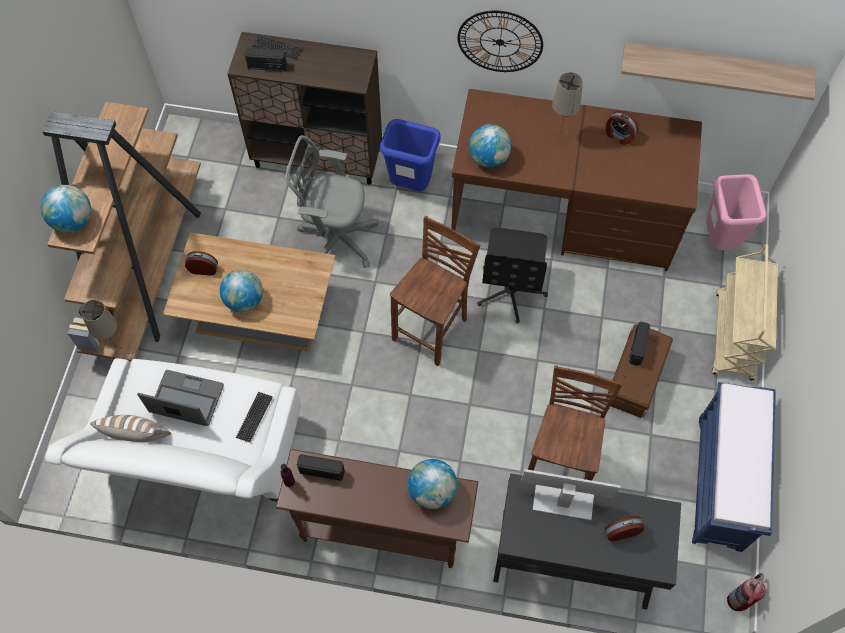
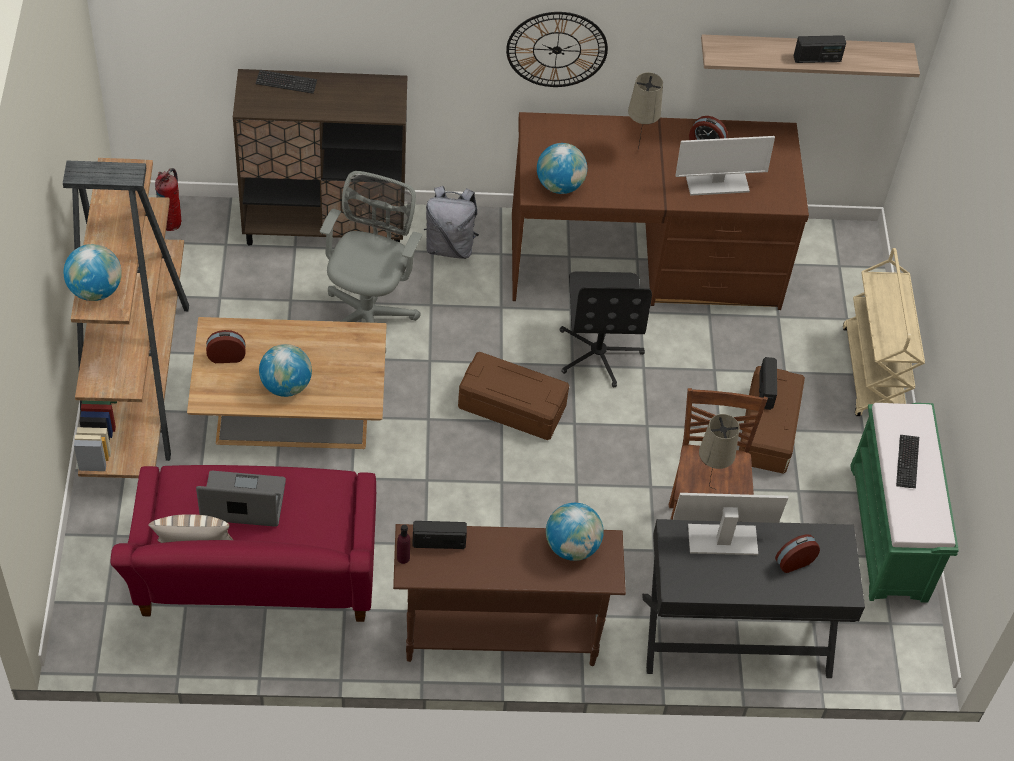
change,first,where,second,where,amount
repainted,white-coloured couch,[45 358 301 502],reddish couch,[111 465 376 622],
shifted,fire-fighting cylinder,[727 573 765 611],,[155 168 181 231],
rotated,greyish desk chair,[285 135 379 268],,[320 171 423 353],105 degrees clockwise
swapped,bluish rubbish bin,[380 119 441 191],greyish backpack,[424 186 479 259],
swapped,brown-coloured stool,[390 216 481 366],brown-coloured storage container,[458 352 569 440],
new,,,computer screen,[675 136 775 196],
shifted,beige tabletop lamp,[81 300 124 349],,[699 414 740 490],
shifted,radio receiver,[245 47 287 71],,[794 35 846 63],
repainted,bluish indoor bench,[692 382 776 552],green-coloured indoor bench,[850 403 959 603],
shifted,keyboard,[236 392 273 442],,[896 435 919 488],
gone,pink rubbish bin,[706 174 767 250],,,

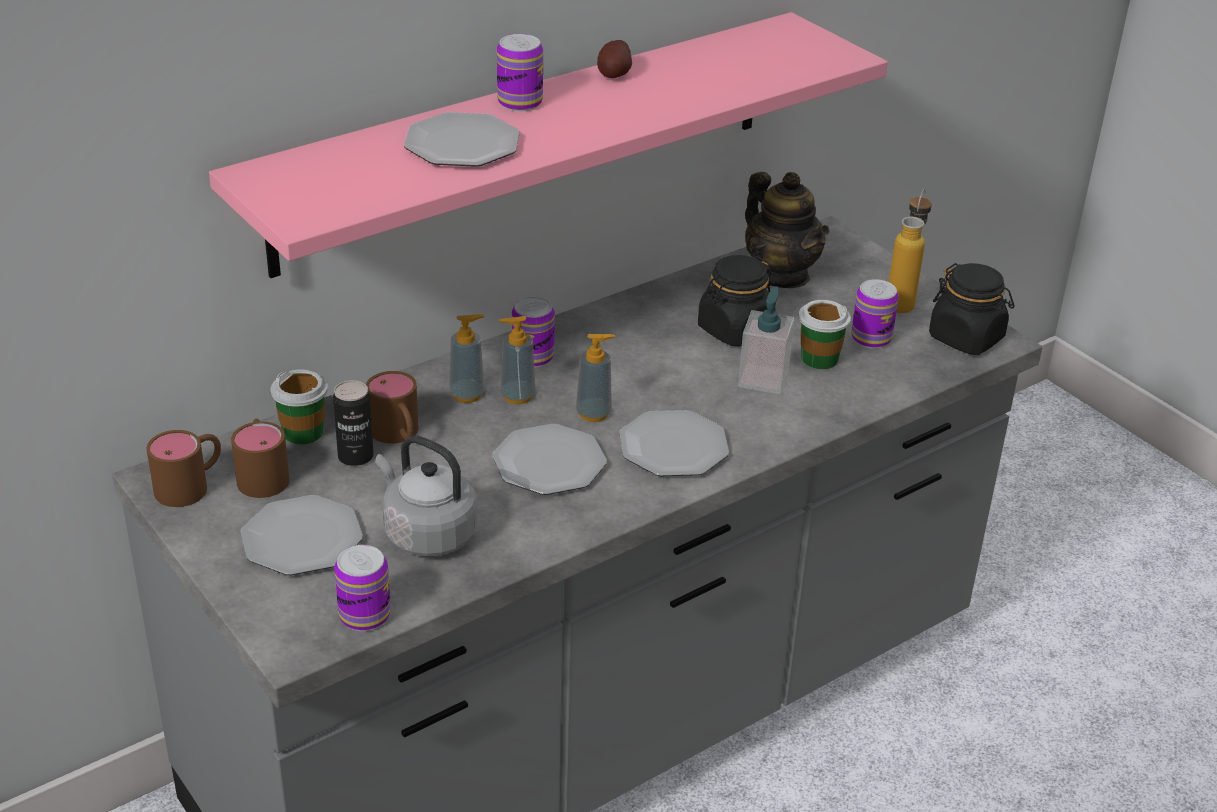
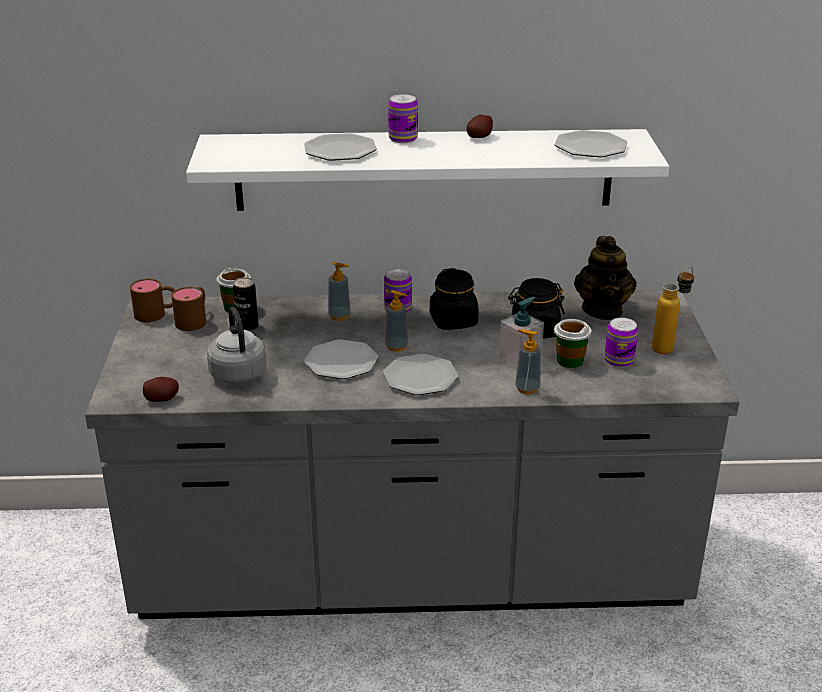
change,first,where,second,where,amount
swapped,can,[334 545 391 631],spud,[143 377 179 402],
repainted,pink shelf,[209 12 888 278],white-coloured shelf,[186 129 669 211],
shifted,black-coloured storage jar,[929 263 1014 355],,[430 268 479 330],
shifted,soap dispenser,[499 316 536 404],,[515 329 541 394],
shifted,flat dish,[240 495 363 575],,[555 130 628 158],
gone,brown-coloured mug,[366 371 419 444],,,

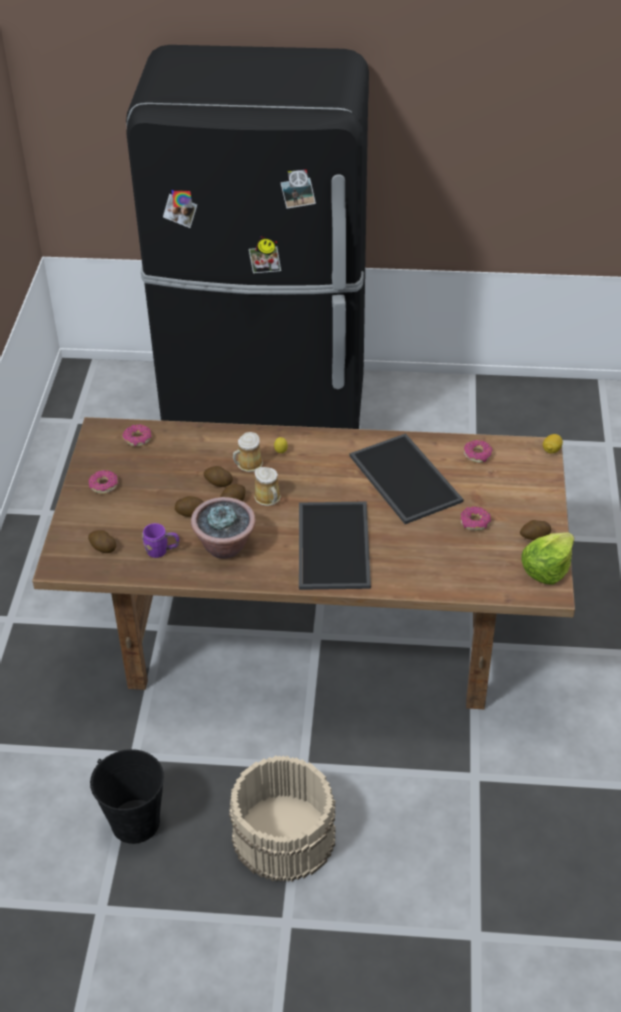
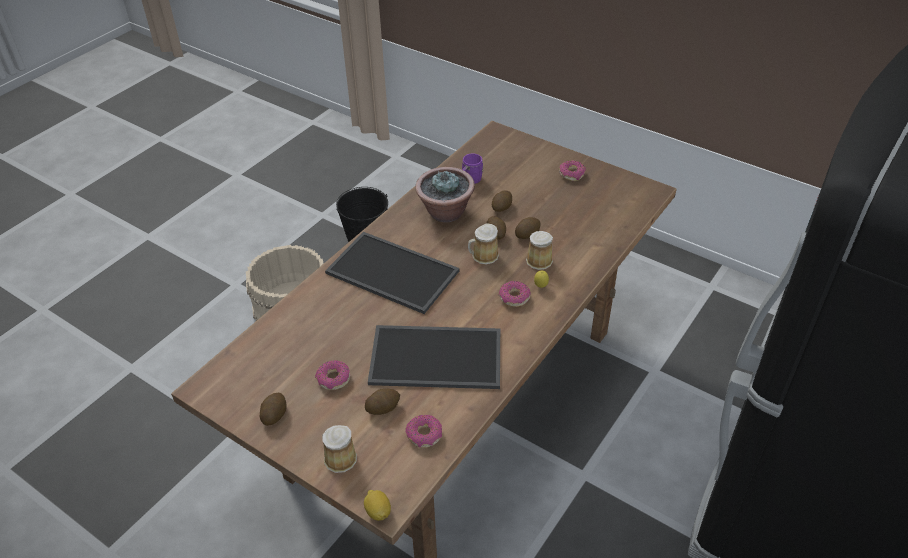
change,first,where,second,where,amount
new,,,mug,[322 425 357 473],
shifted,spud,[88 530 116 553],,[365 389 400 415],
shifted,ring doughnut,[123 424 152 446],,[499 281 531 307],
gone,lettuce,[521 532 574 585],,,

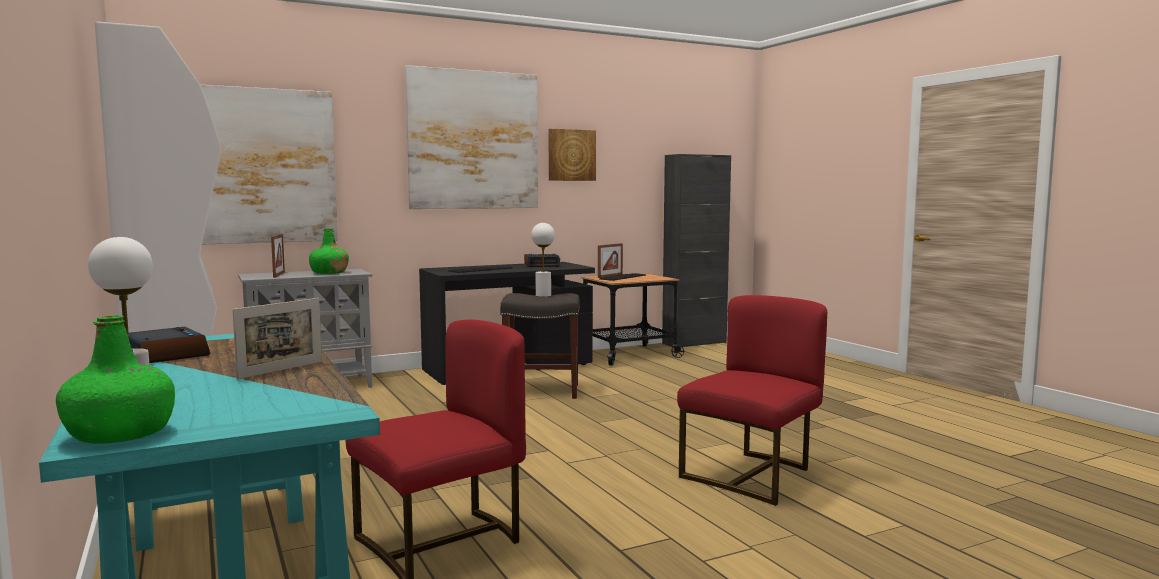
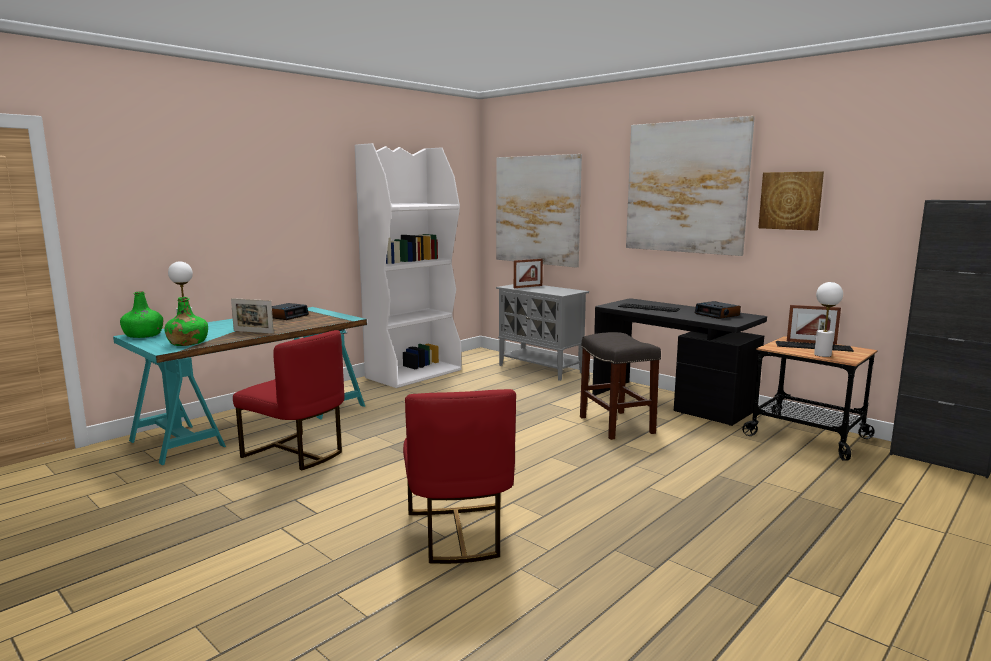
change,first,where,second,where,amount
shifted,green-coloured drink bottle,[309 228 349 274],,[164 297 208 346],
rotated,reddish chair,[677 295 827 506],,[403 389 516 564],60 degrees clockwise
shifted,white-coloured tabletop lamp,[531 223 555 297],,[814 282 843 357],

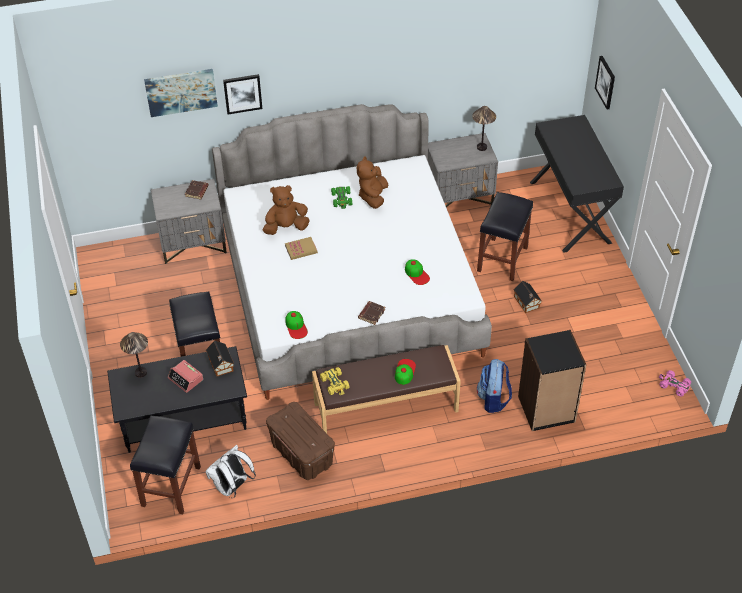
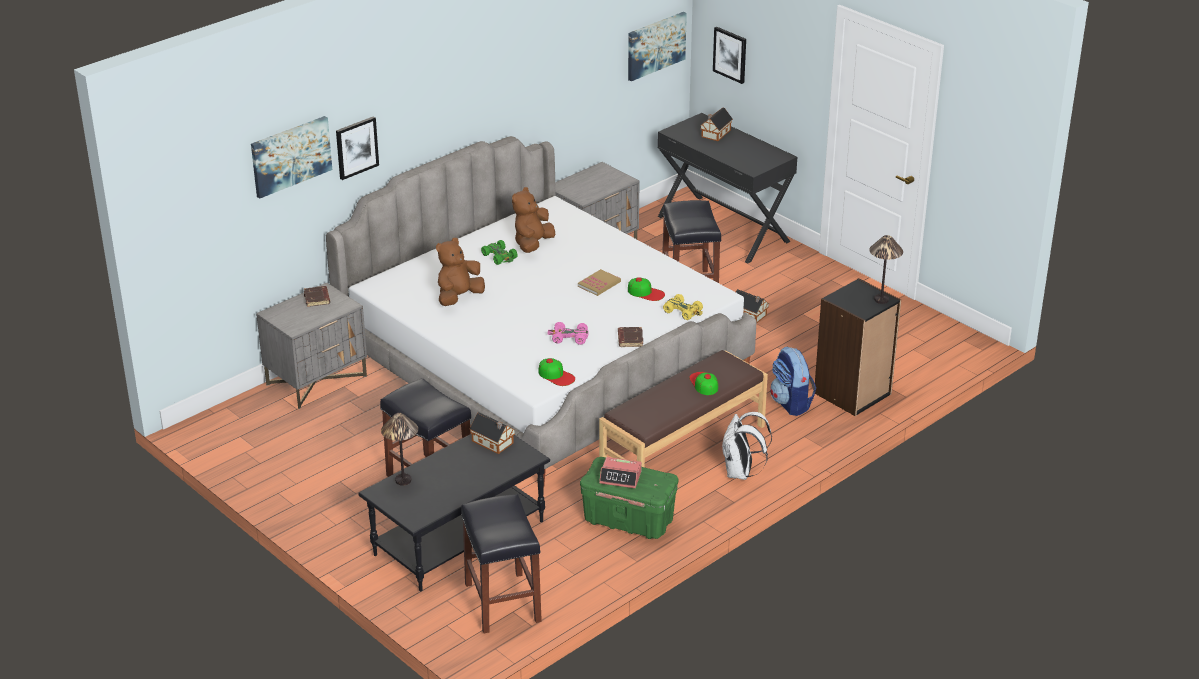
change,first,where,second,where,amount
rotated,brown-coloured cuddly toy,[357 156 388 209],,[512 187 555 253],45 degrees clockwise
shifted,pink toy car,[659 370 691 397],,[548 322 589 345],
shifted,bound book,[285 237 318 260],,[578 269 621 296],
repainted,brown-coloured storage container,[266 402 335 480],green-coloured storage container,[580 457 678 539],
shifted,alarm clock,[168 360 203 393],,[599 457 642 488],
new,,,wall art,[628 12 687 81],
shifted,yellow-coloured toy car,[320 367 349 395],,[663 294 703 320],
new,,,model house,[700 108 733 141],
shifted,white-coloured backpack,[206 445 256 498],,[721 412 772 480],
shifted,tabletop lamp,[472 106 496 151],,[869 235 903 304],

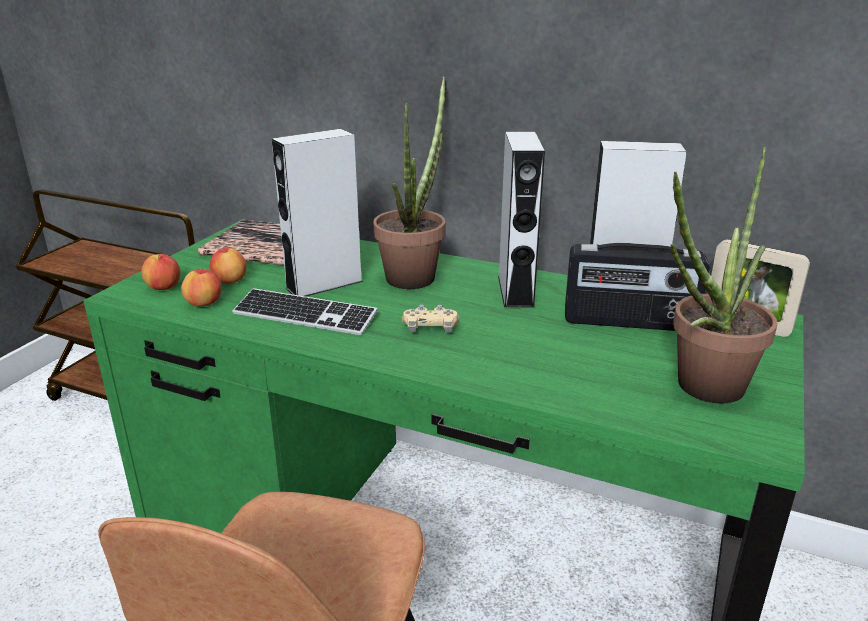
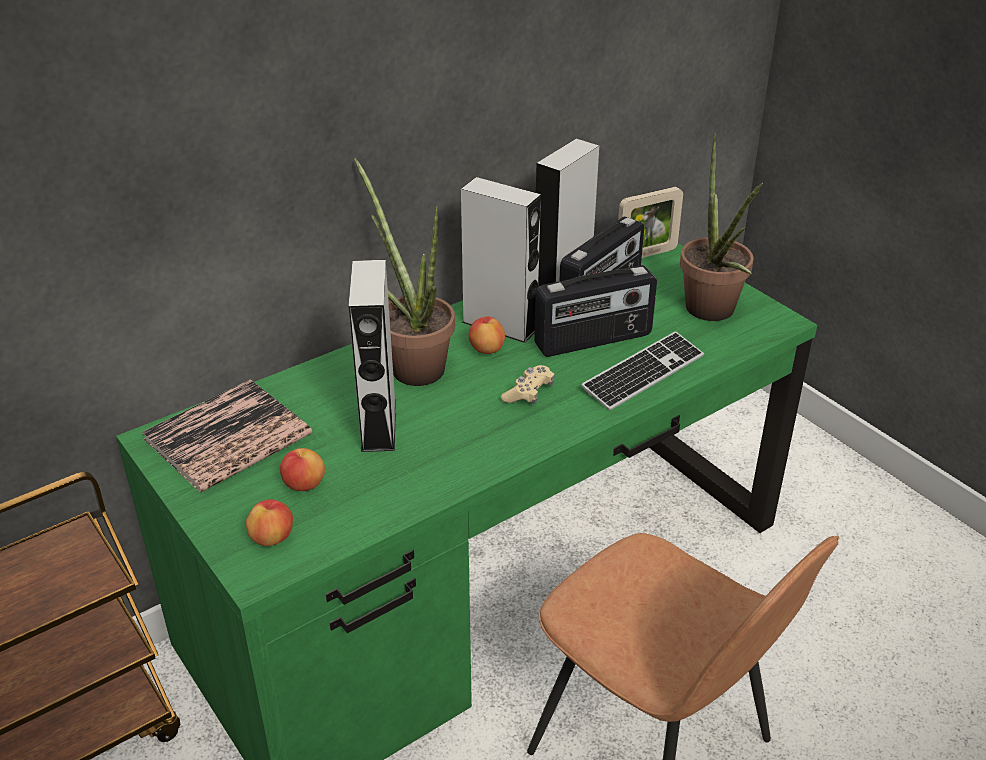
change,first,where,second,where,amount
shifted,whole apple,[181 268 221 307],,[469 317 505 354],
new,,,radio receiver,[534 265 657 357],
shifted,keyboard,[232 288 378 335],,[581 331 704 411],

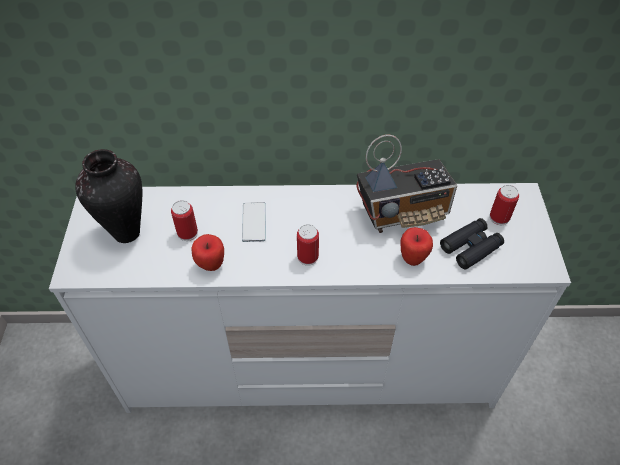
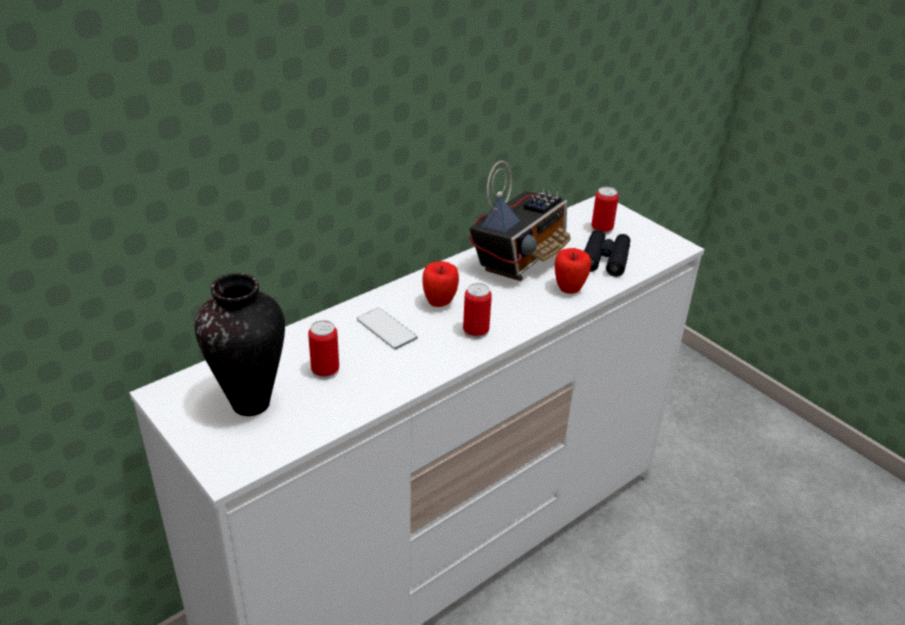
change,first,where,second,where,amount
shifted,whole apple,[191 234 224 271],,[422 261 459 307],

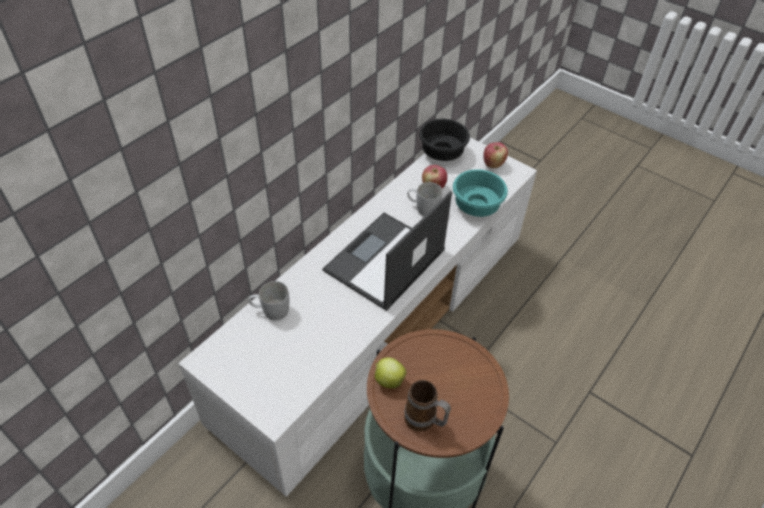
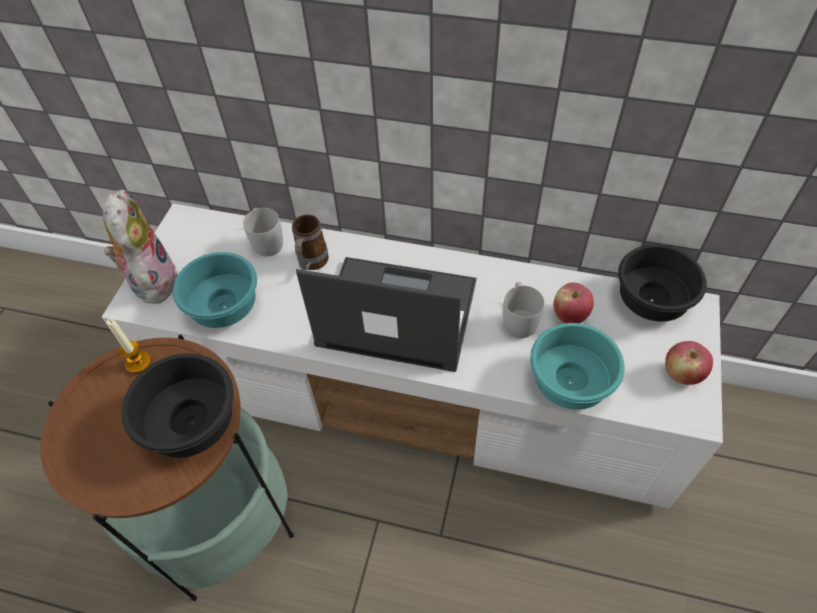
change,first,where,second,where,amount
new,,,cuddly toy,[103 190 178 304],
swapped,whole apple,[375 357 406 388],wax light,[106 319 151 373],
new,,,black-coloured bowl,[122 353 234 458],
new,,,turquoise-coloured bowl,[173 252 257 328],
shifted,mug,[404 380 451 431],,[292 215 329 270],

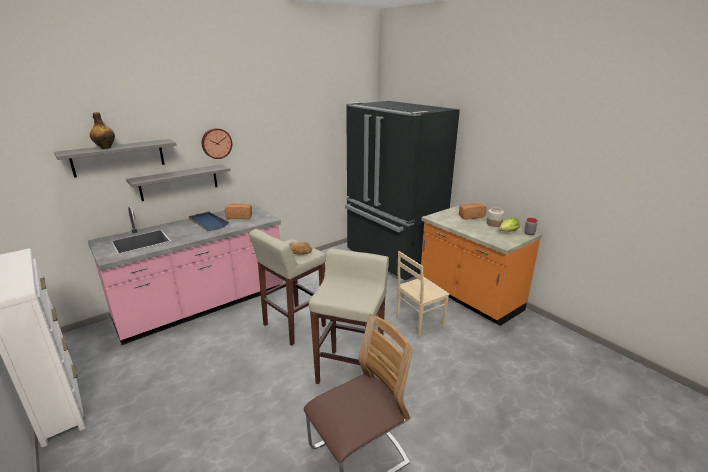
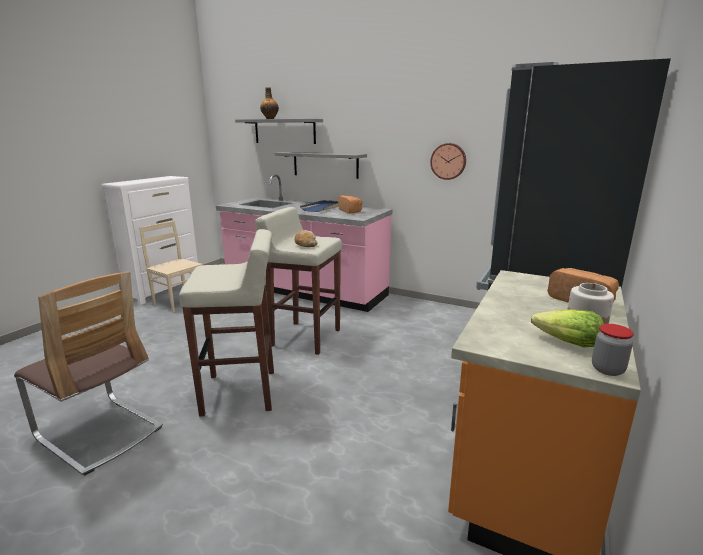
change,first,where,second,where,amount
shifted,beige chair,[397 251 449 337],,[139 221 203 313],
shifted,hanging clock,[202 128 232 159],,[430 143 466 180],

